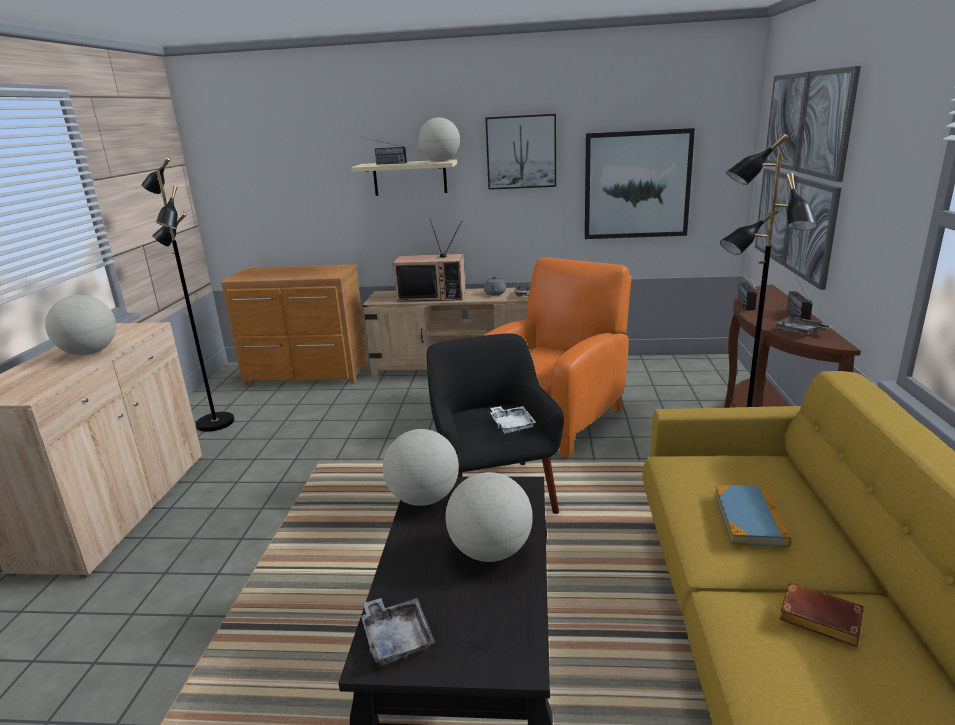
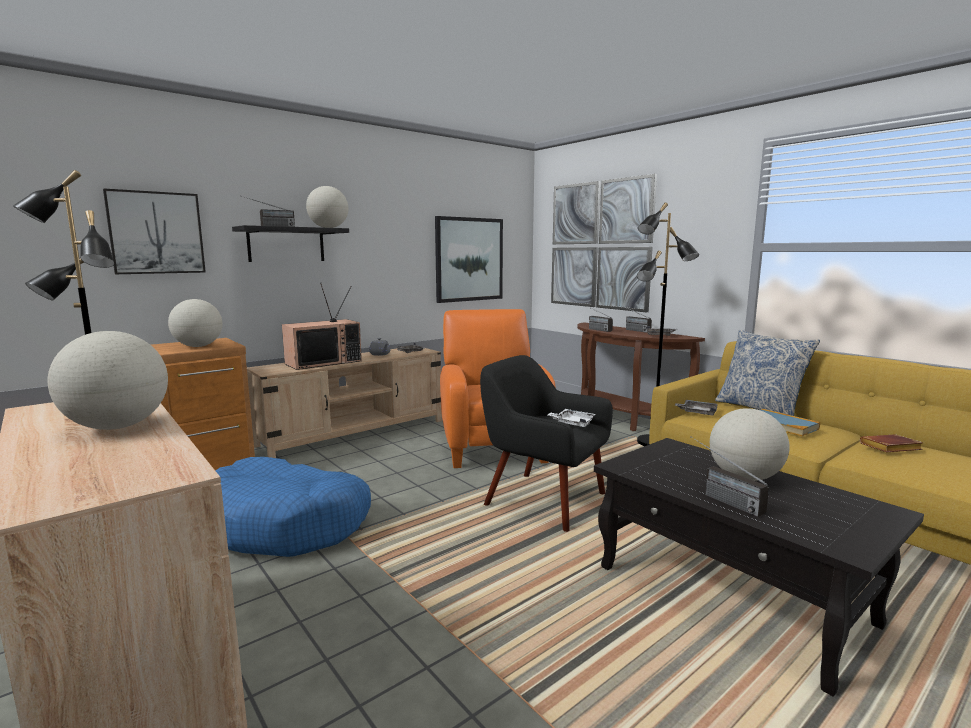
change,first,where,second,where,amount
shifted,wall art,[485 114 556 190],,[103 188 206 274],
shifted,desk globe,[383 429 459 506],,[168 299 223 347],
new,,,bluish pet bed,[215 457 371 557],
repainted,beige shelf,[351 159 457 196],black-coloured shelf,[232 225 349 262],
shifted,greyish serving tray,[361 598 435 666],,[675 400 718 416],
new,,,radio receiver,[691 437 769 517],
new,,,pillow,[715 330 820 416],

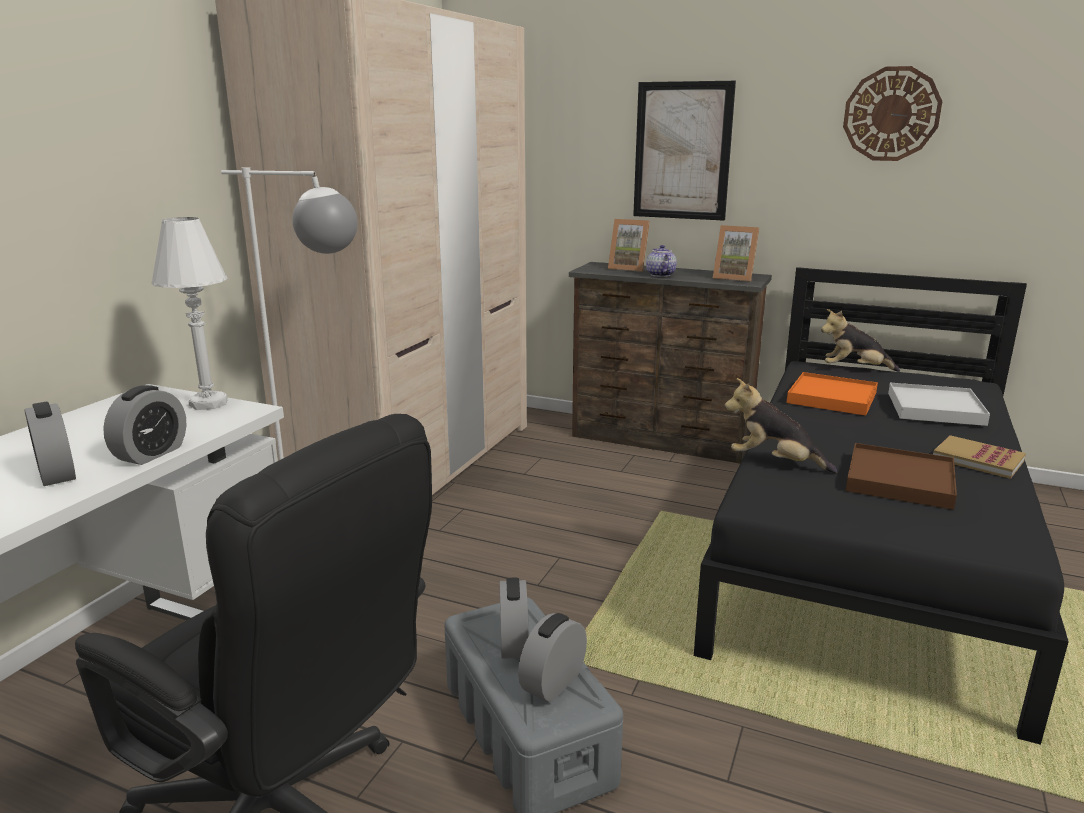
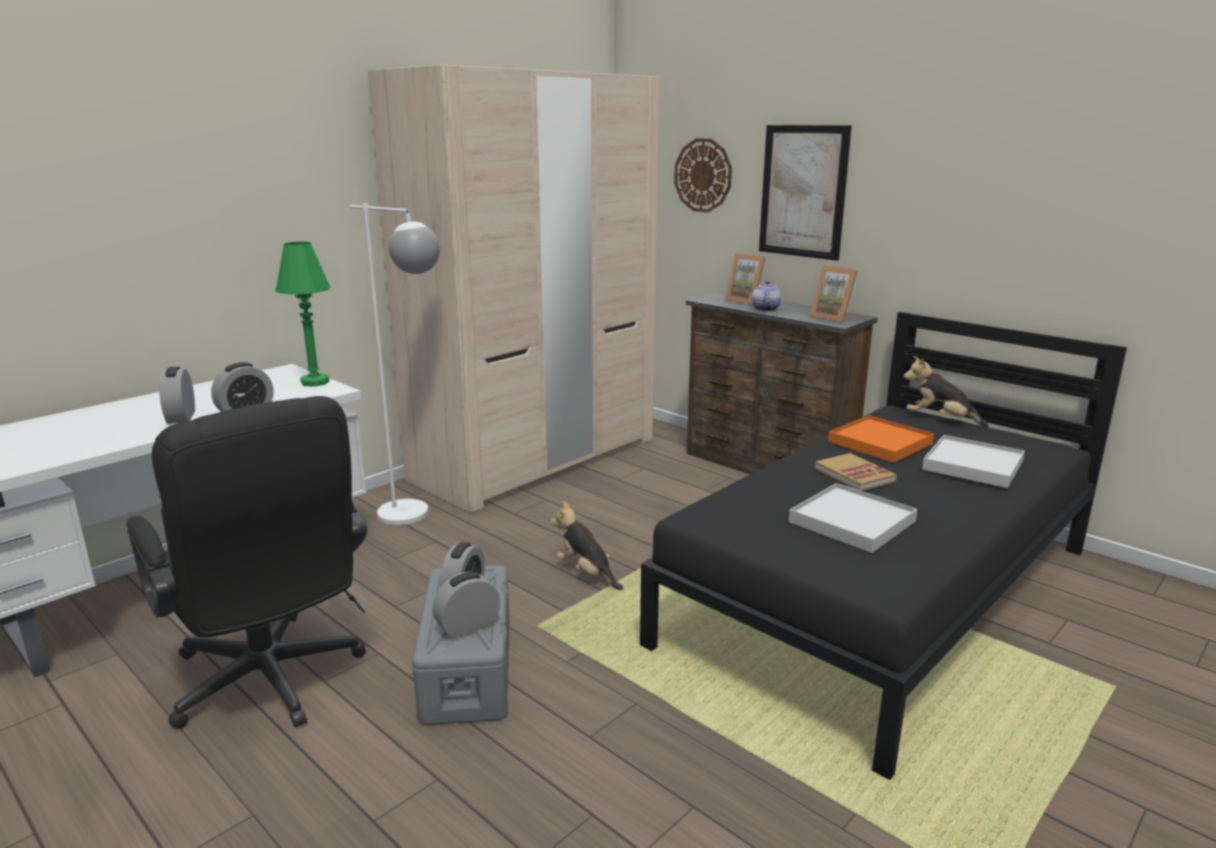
change,first,where,second,where,amount
repainted,white-coloured tabletop lamp,[151 217 228 410],green-coloured tabletop lamp,[275 242 330 387],
shifted,cuddly toy,[724 378 838 474],,[551 501 623 590],
shifted,hanging clock,[843 66 942 161],,[674 138 732 212],
repainted,brown-coloured serving tray,[846 443 957 510],white-coloured serving tray,[789 483 917 553],
shifted,bound book,[933 435 1026 479],,[815 453 897 491],

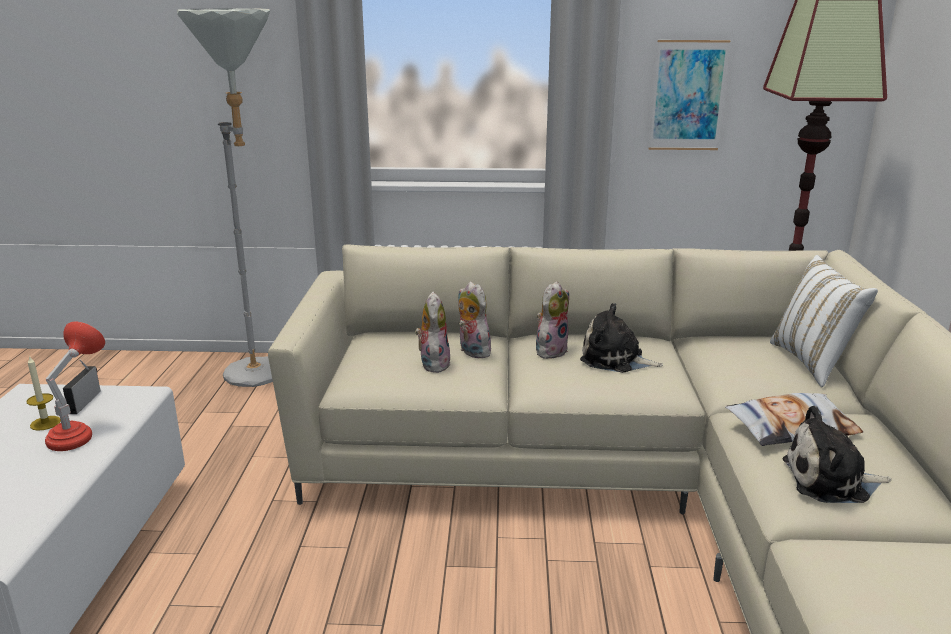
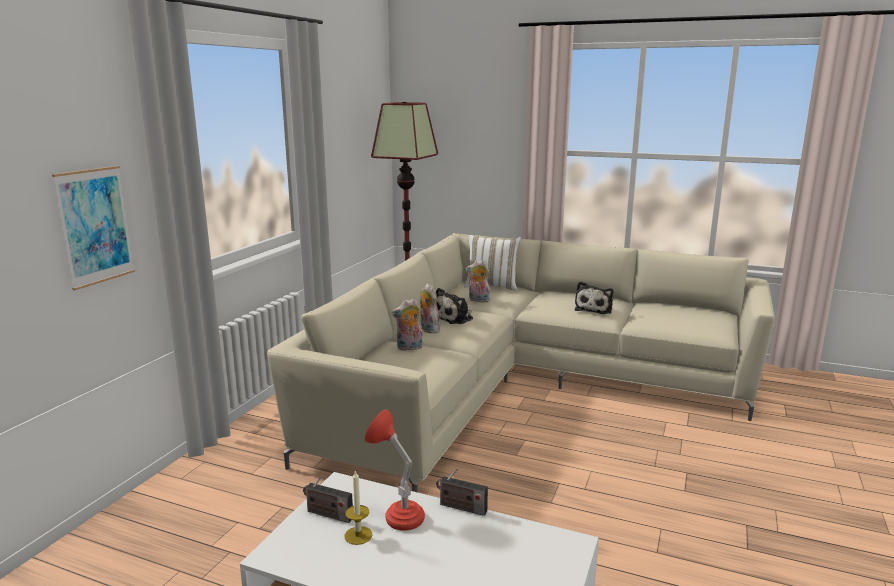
change,first,where,second,where,amount
shifted,wall art,[649 40 731 150],,[52 166 135 290],
new,,,radio receiver,[436 468 488 516],
shifted,cuddly toy,[415 292 451 373],,[466 260 490 302],
gone,greyish floor lamp,[177 8 273 387],,,
gone,pillow,[725 393 863 446],,,

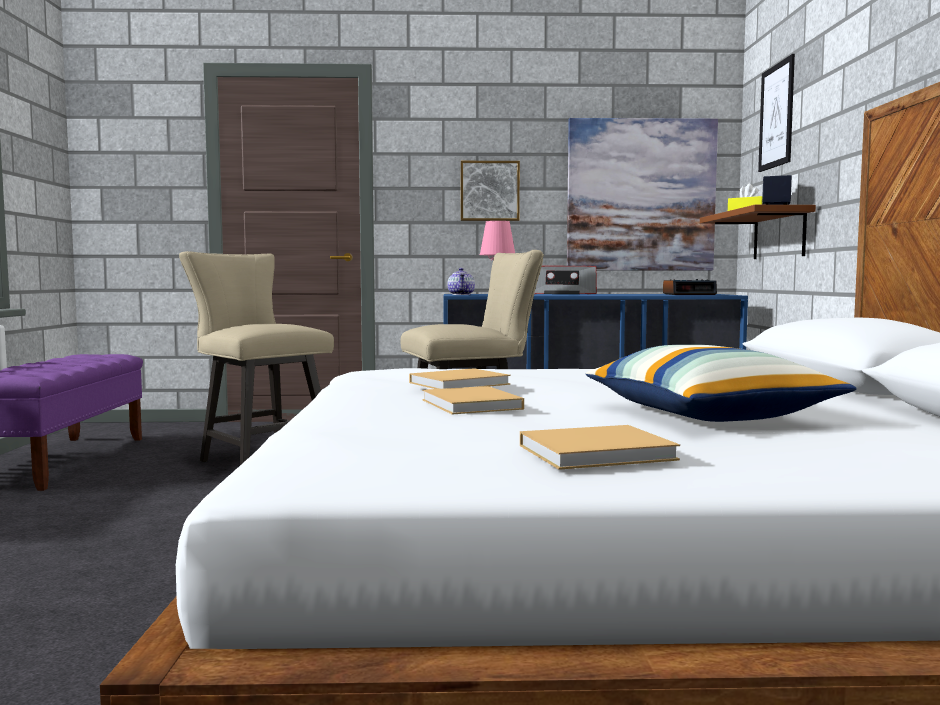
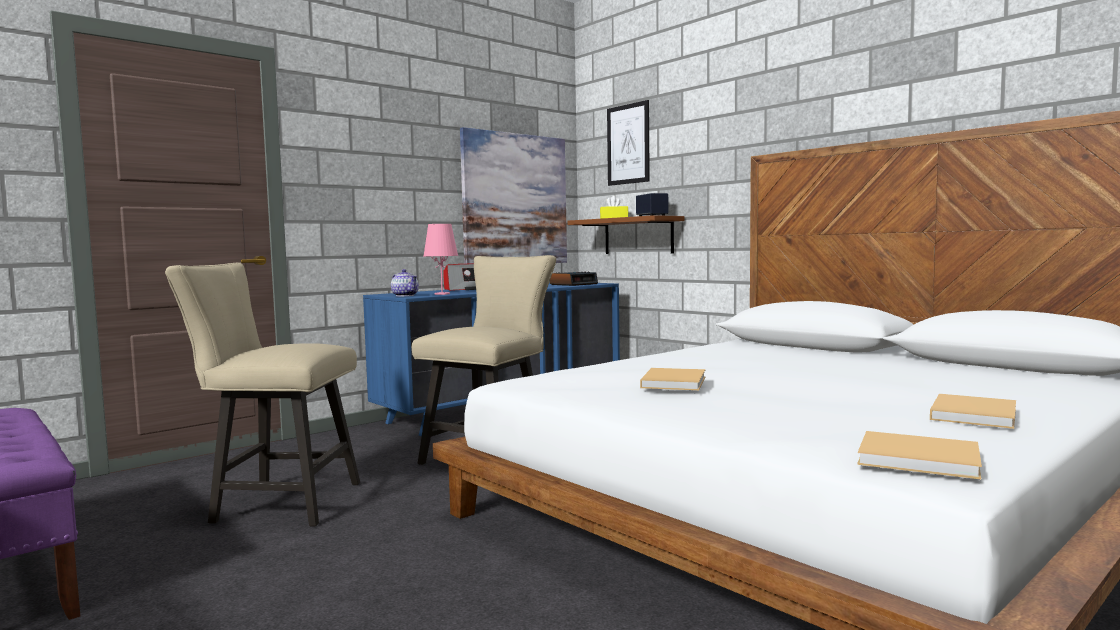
change,first,where,second,where,amount
shifted,beige bound book,[422 386 524 414],,[857 431 982 479],
gone,wall art,[461 161 520 221],,,
gone,pillow,[585 345 856 422],,,

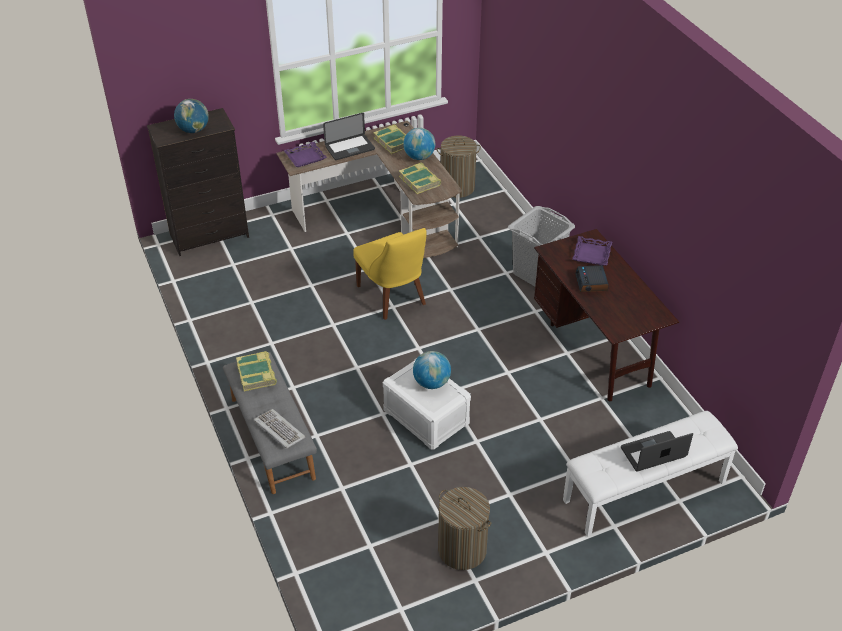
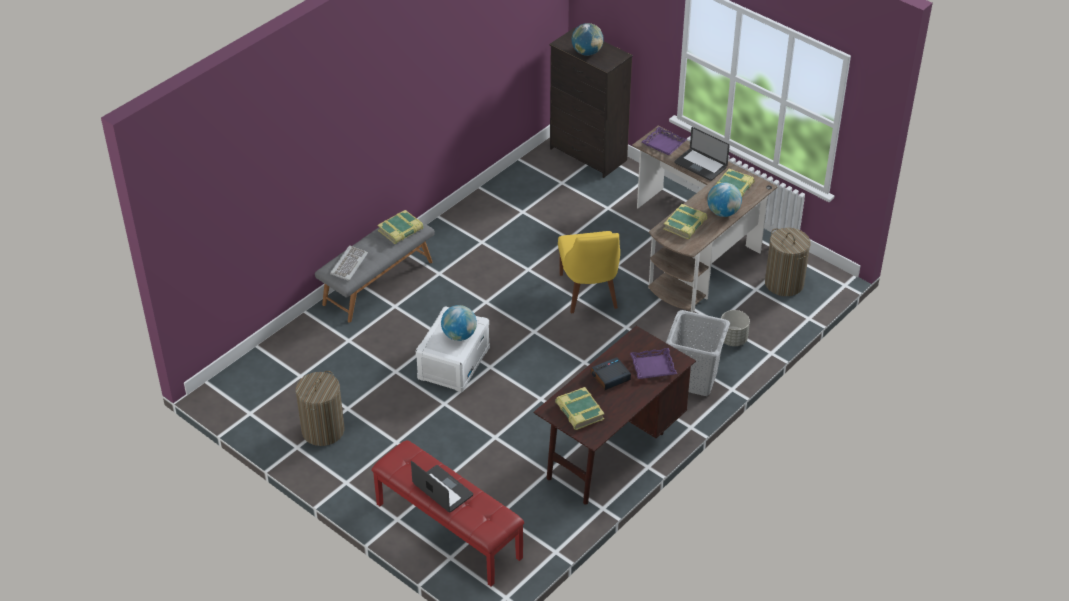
change,first,where,second,where,amount
repainted,white-coloured indoor bench,[563 411 738 537],reddish indoor bench,[371 440 524 586],
new,,,bound book,[555 387 605 430],
rotated,yellow-coloured chair,[353 228 427 320],,[558 231 620 313],45 degrees counterclockwise
new,,,greyish planter,[721 310 750 346],

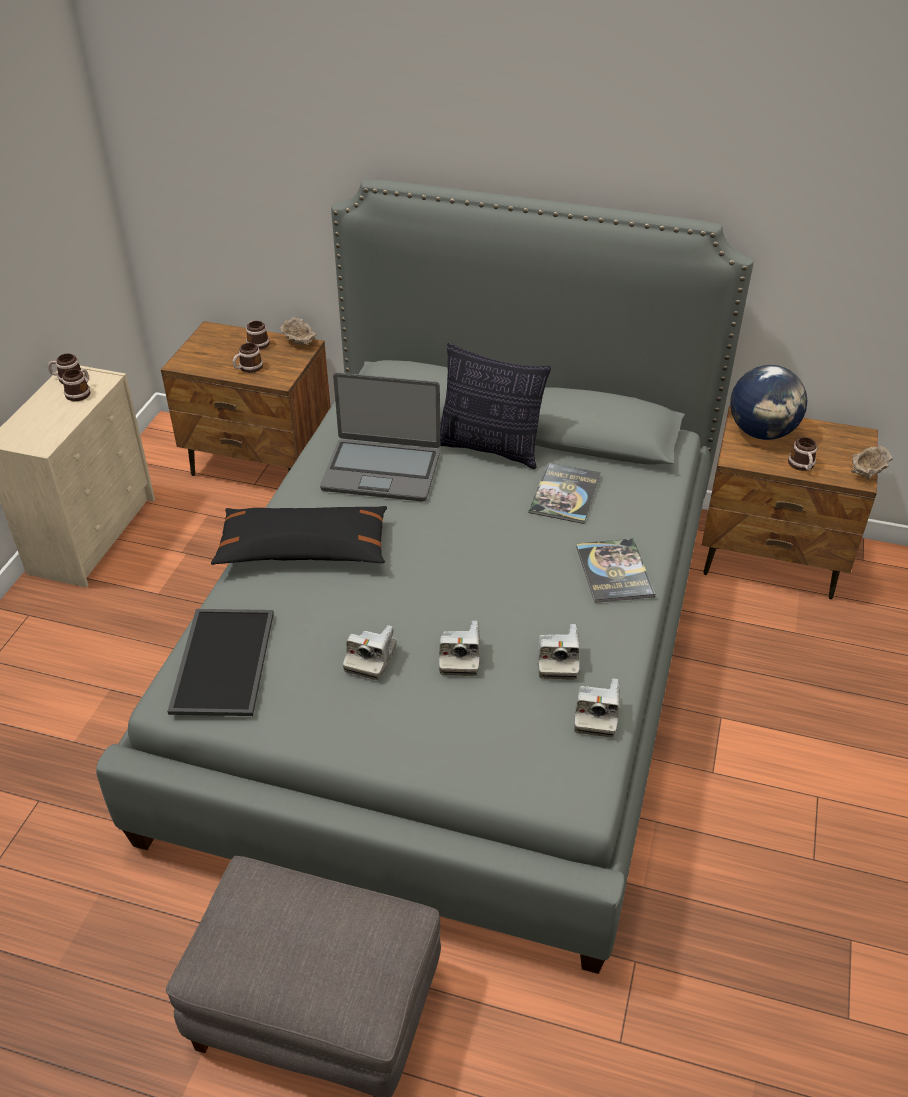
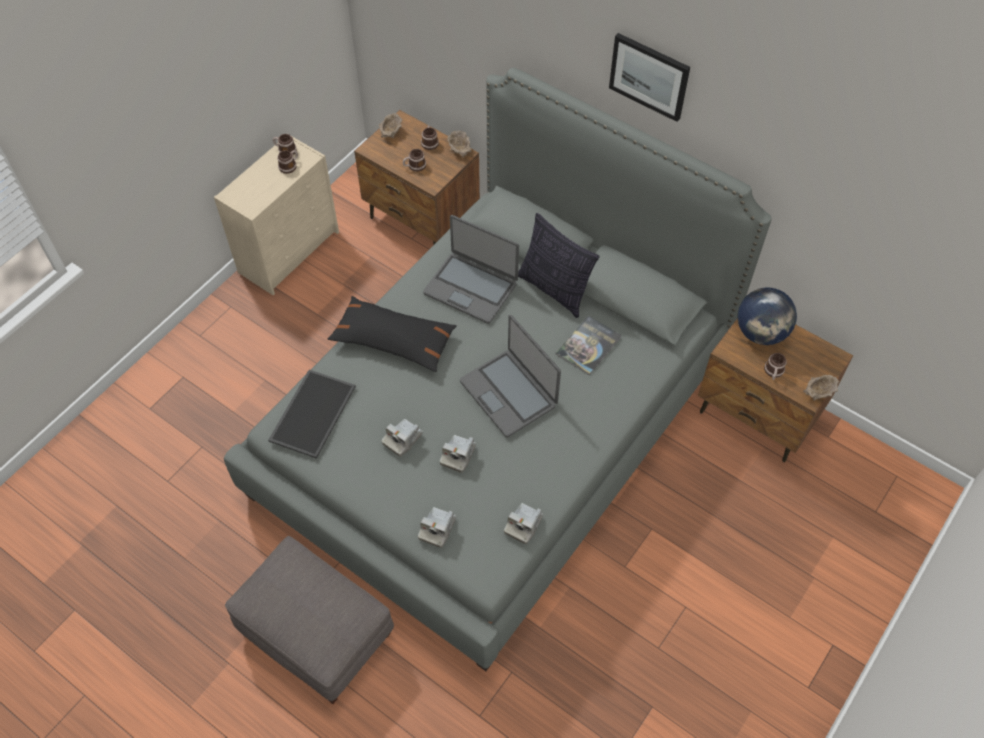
change,first,where,second,where,amount
new,,,beige bowl,[379 113 403 138],
shifted,still camera,[538 624 580 680],,[418 507 456 548],
new,,,notebook computer,[460 315 561 437],
new,,,wall art,[609 33 690 122],
gone,bound book,[576 538 655 603],,,

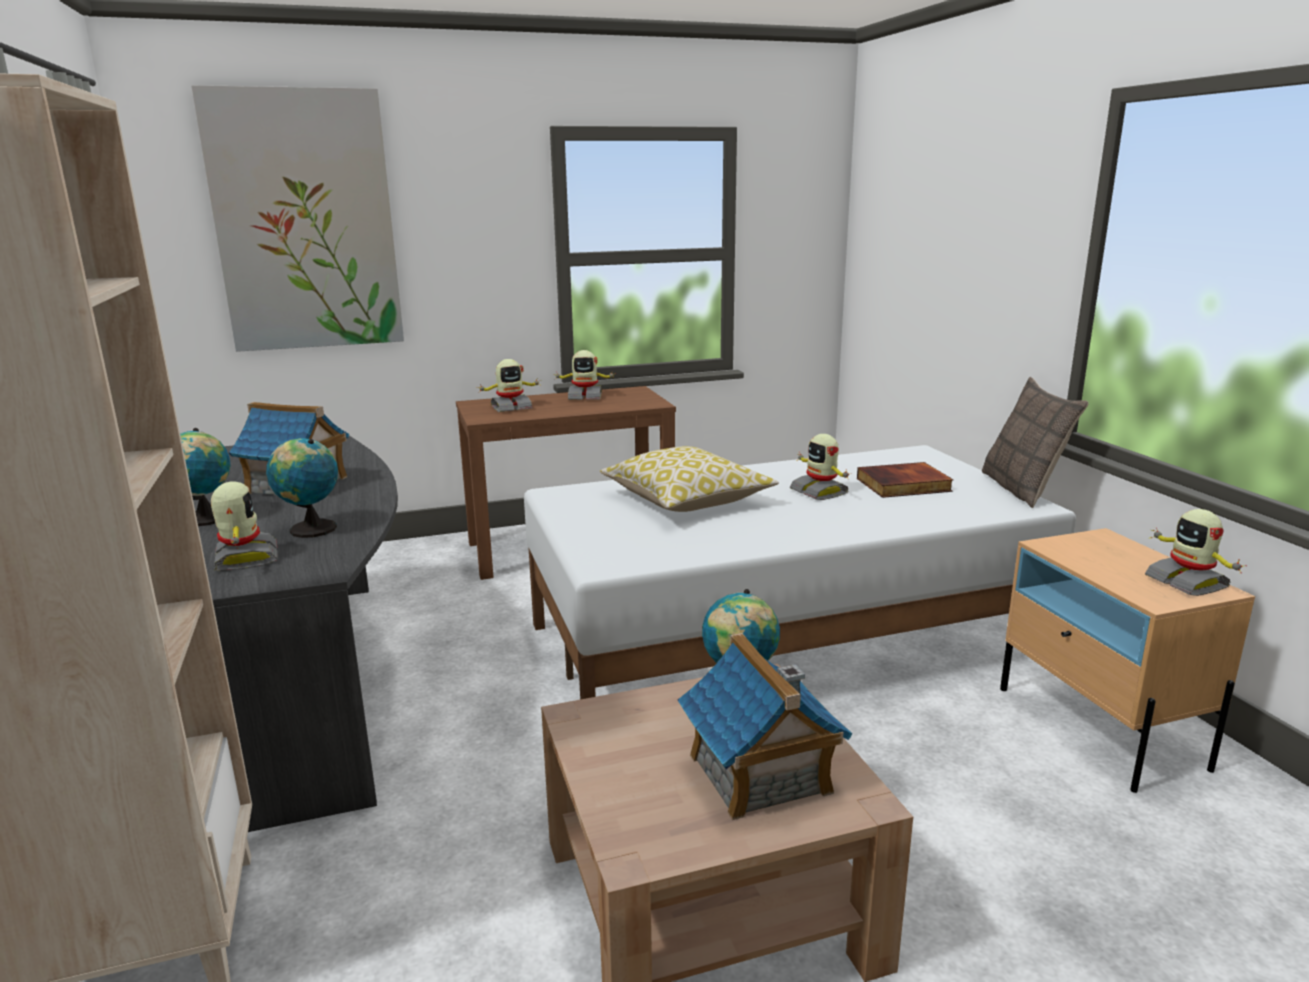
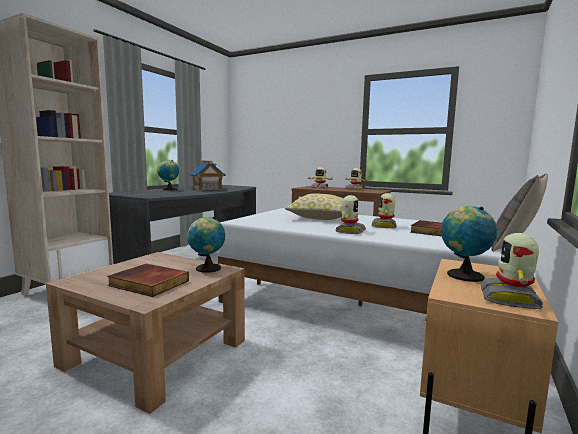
change,first,where,second,where,amount
swapped,model house,[678 633 853 820],bound book,[107 264 189 297],
shifted,model robot,[211 482 278 571],,[336 195 366 234],
shifted,desk globe,[266 438 338 538],,[441 206 498 282],
gone,wall art,[191 85 404 352],,,

